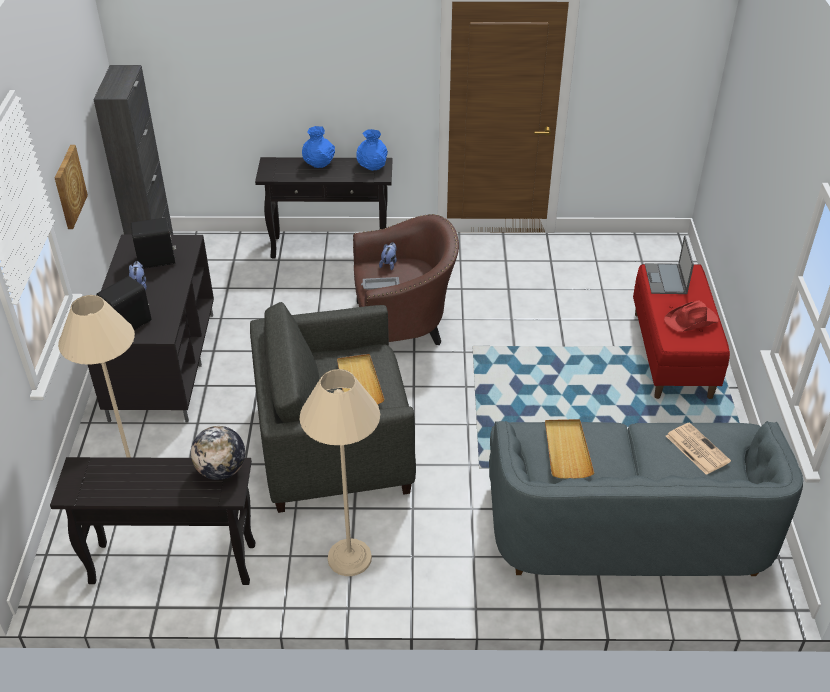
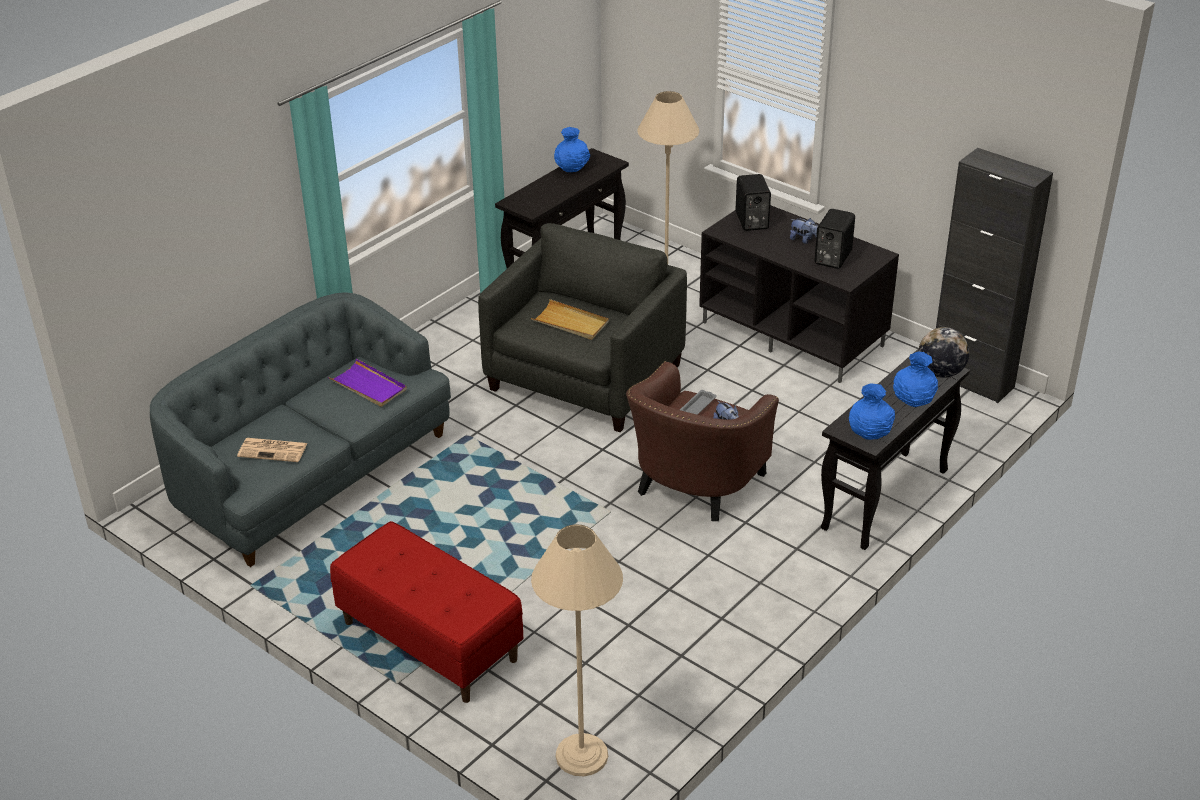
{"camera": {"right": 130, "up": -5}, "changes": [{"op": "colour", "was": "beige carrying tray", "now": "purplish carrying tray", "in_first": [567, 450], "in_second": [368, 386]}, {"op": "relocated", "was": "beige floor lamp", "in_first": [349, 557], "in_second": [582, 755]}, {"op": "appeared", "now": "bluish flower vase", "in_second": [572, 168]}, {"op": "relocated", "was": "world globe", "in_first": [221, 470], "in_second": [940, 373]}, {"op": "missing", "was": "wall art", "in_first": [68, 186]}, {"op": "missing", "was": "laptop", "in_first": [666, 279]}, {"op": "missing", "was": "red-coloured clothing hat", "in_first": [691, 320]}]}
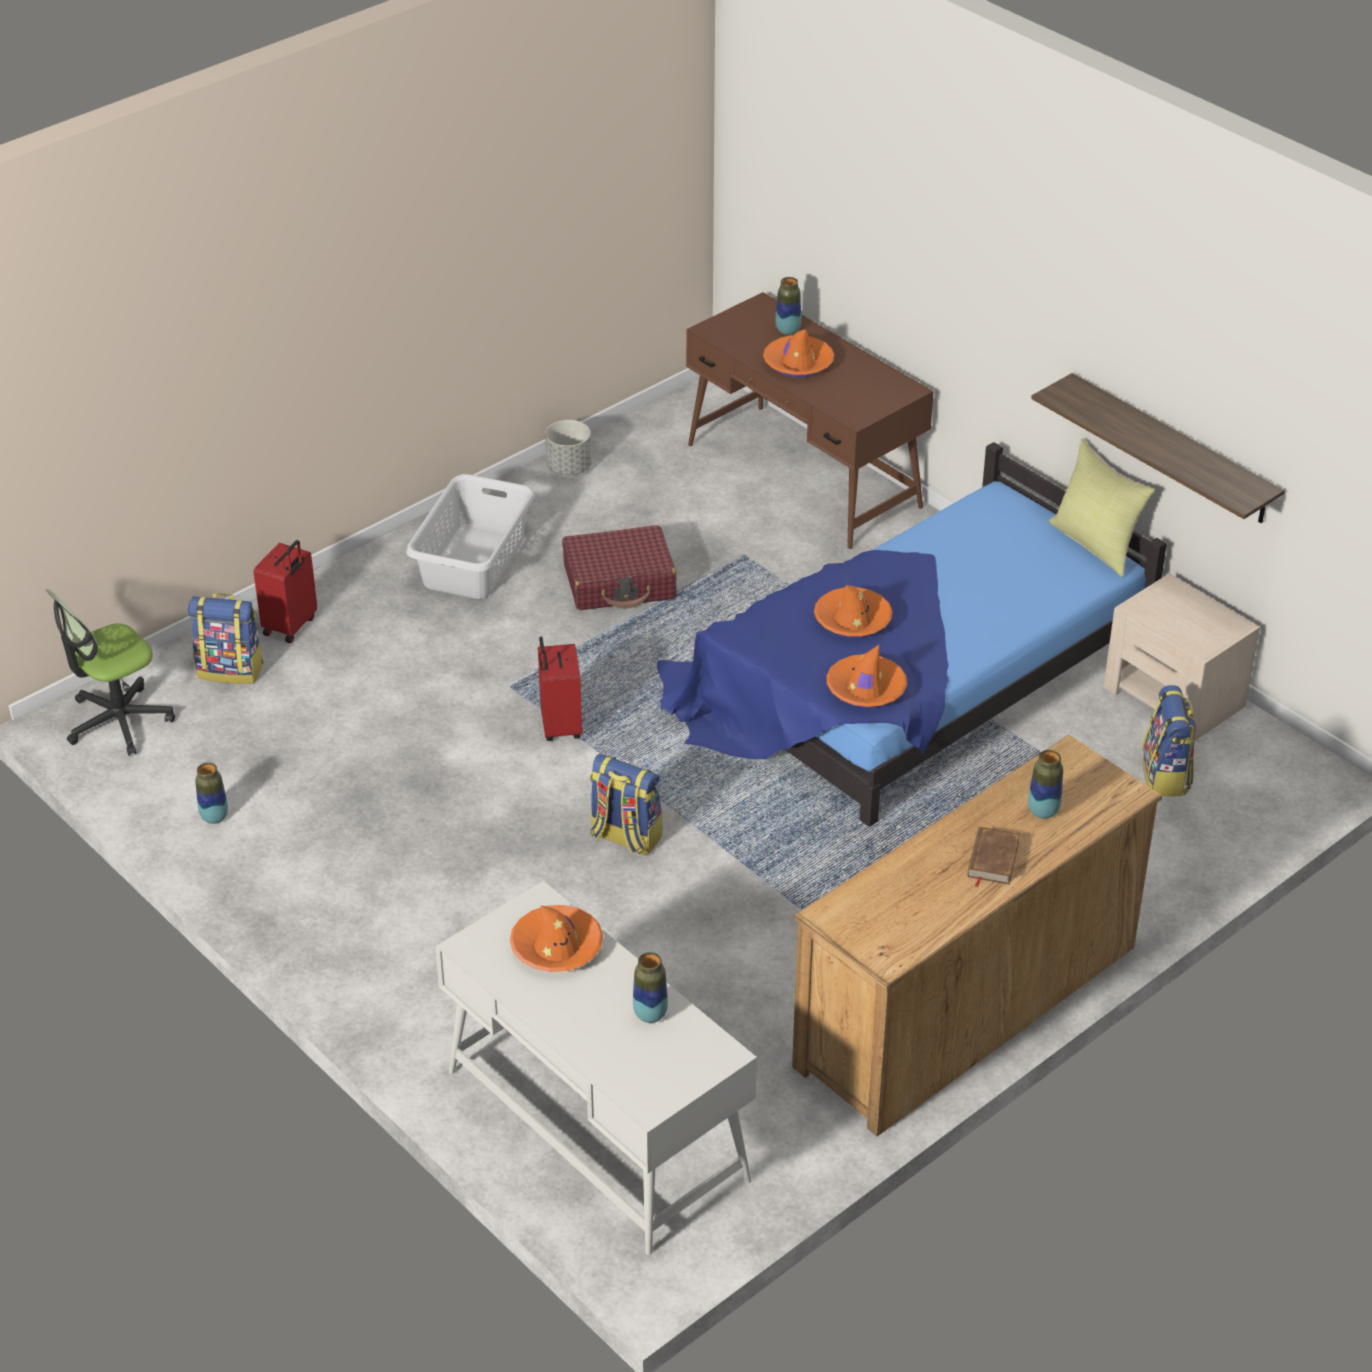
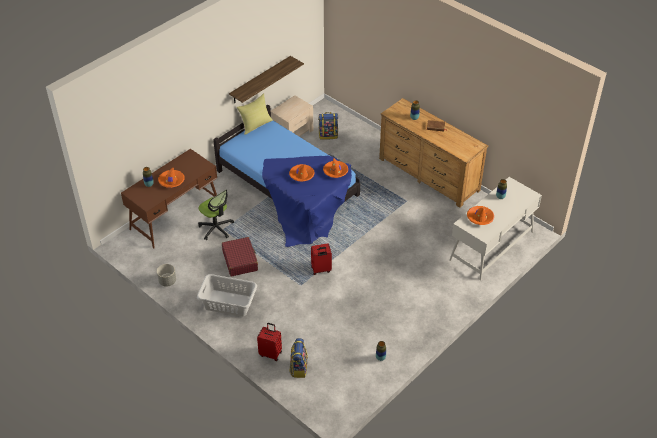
{"camera": {"right": -95, "up": 5}, "changes": [{"op": "relocated", "was": "office chair", "in_first": [118, 721], "in_second": [216, 228]}, {"op": "missing", "was": "rucksack", "in_first": [625, 837]}]}
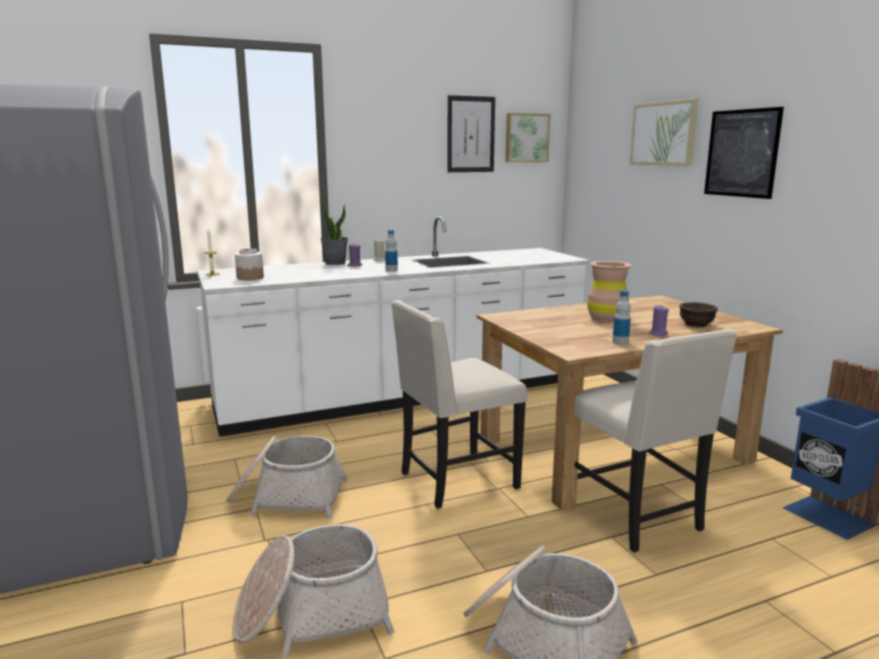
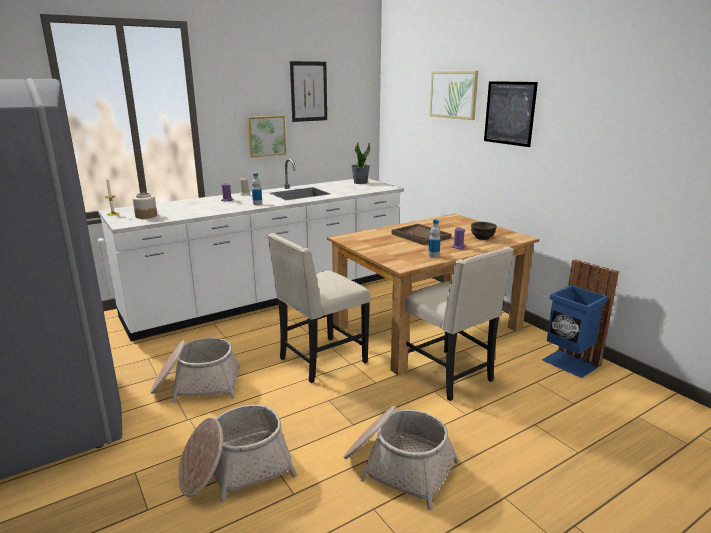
{"camera": {"right": -10, "up": 5}, "changes": [{"op": "relocated", "was": "wall art", "in_first": [526, 138], "in_second": [266, 136]}, {"op": "relocated", "was": "potted plant", "in_first": [335, 263], "in_second": [360, 182]}, {"op": "exchanged", "was": "brown-coloured flower vase", "now": "brown-coloured carrying tray", "in_first": [606, 318], "in_second": [420, 236]}]}
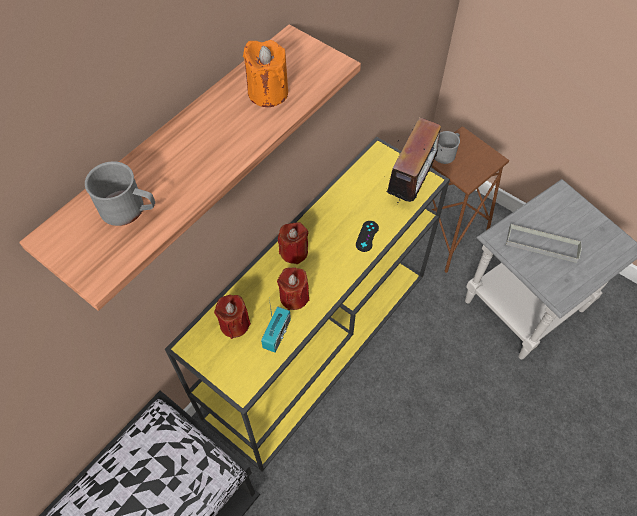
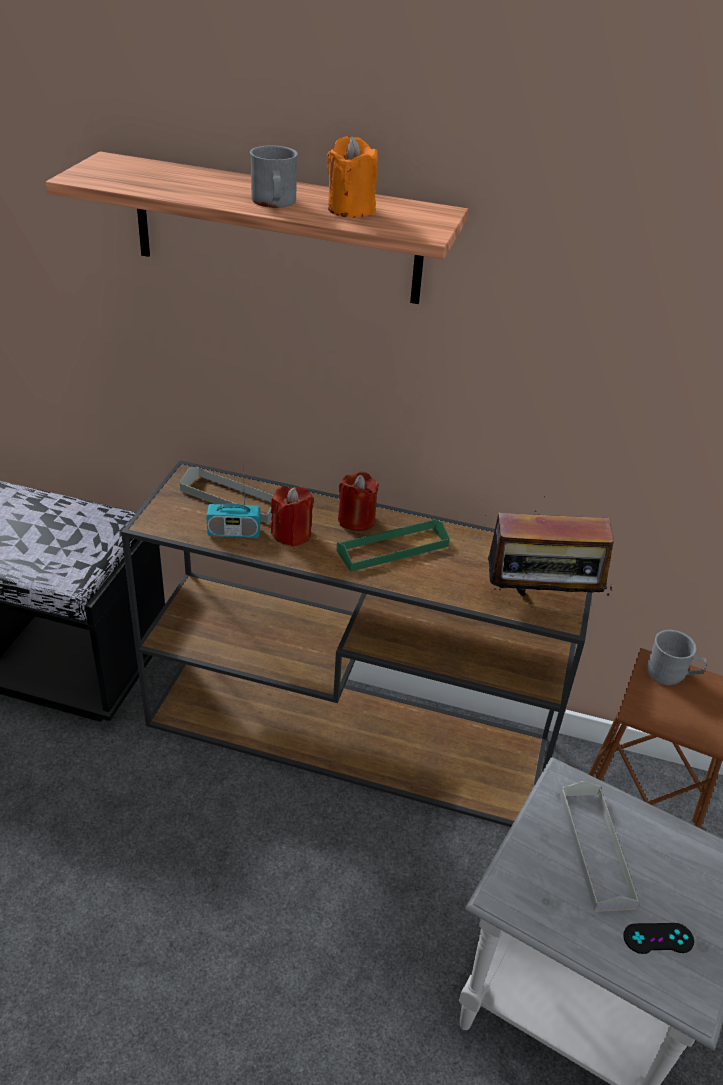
{"camera": {"right": 65, "up": -20}, "changes": [{"op": "colour", "was": "yellow-coloured narrow table", "now": "brown-coloured narrow table", "in_first": [319, 341], "in_second": [351, 732]}, {"op": "exchanged", "was": "red-coloured wax light", "now": "gray carrying tray", "in_first": [234, 324], "in_second": [232, 498]}, {"op": "relocated", "was": "gray tea mug", "in_first": [129, 209], "in_second": [274, 203]}, {"op": "appeared", "now": "greenish carrying tray", "in_second": [392, 548]}, {"op": "relocated", "was": "blackish game controller", "in_first": [367, 236], "in_second": [658, 938]}]}
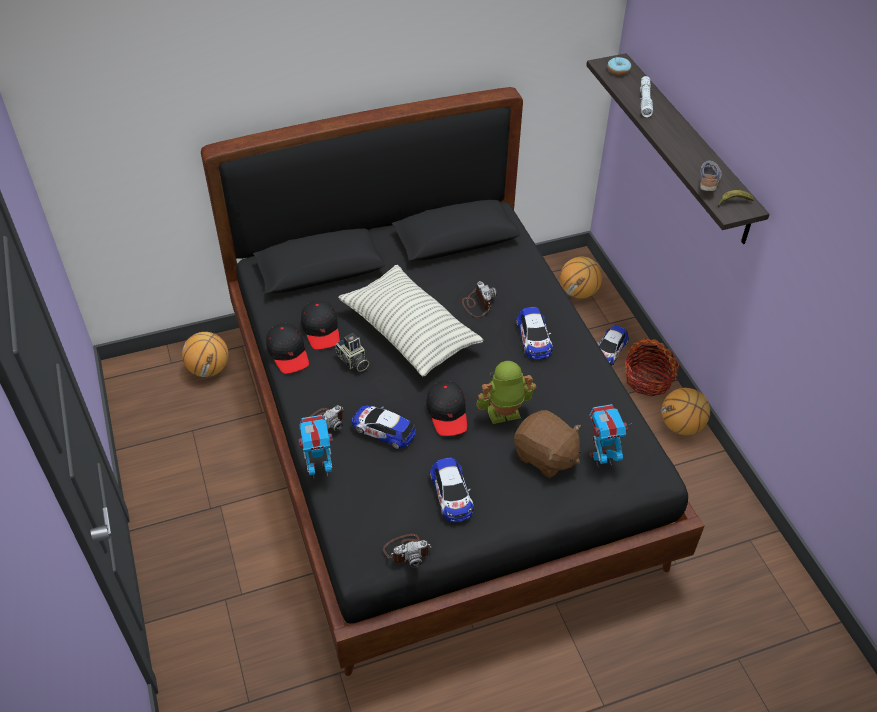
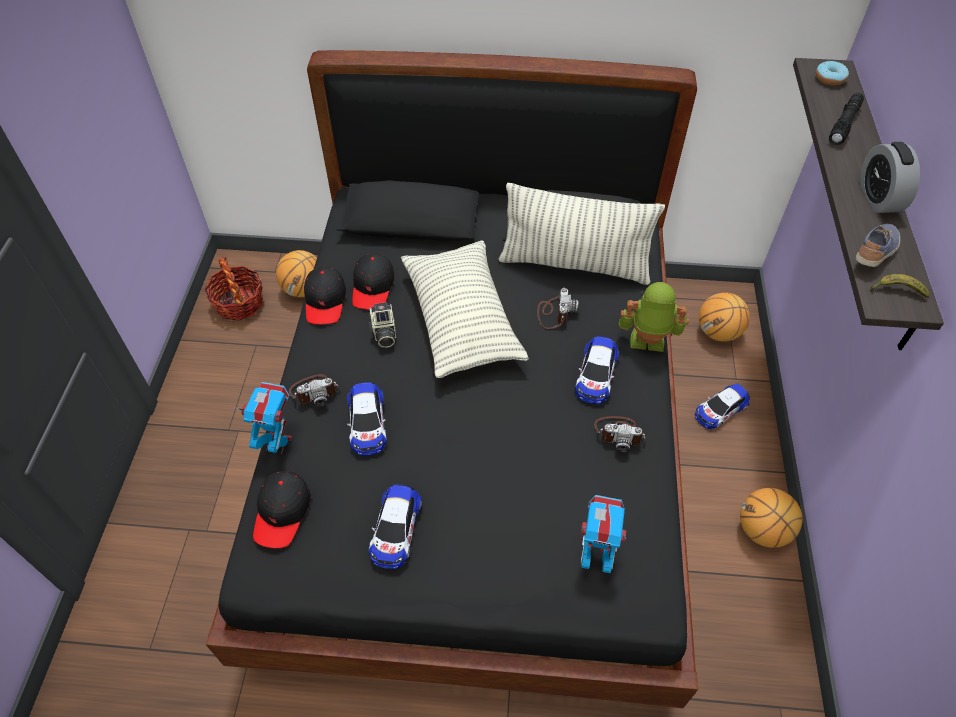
{"camera": {"right": 25, "up": 5}, "changes": [{"op": "relocated", "was": "storage basket", "in_first": [648, 379], "in_second": [239, 303]}, {"op": "relocated", "was": "blackish baseball cap", "in_first": [447, 413], "in_second": [282, 512]}, {"op": "spun", "was": "miniature car", "in_first": [383, 429], "in_second": [367, 423], "clockwise": -150}, {"op": "appeared", "now": "pillow", "in_second": [574, 264]}, {"op": "relocated", "was": "still camera", "in_first": [407, 550], "in_second": [619, 433]}, {"op": "relocated", "was": "robot figure", "in_first": [504, 415], "in_second": [646, 343]}, {"op": "colour", "was": "whitish hand torch", "now": "blackish hand torch", "in_first": [645, 100], "in_second": [844, 124]}, {"op": "appeared", "now": "bedside clock", "in_second": [878, 198]}, {"op": "missing", "was": "brown-coloured plush toy", "in_first": [545, 456]}]}
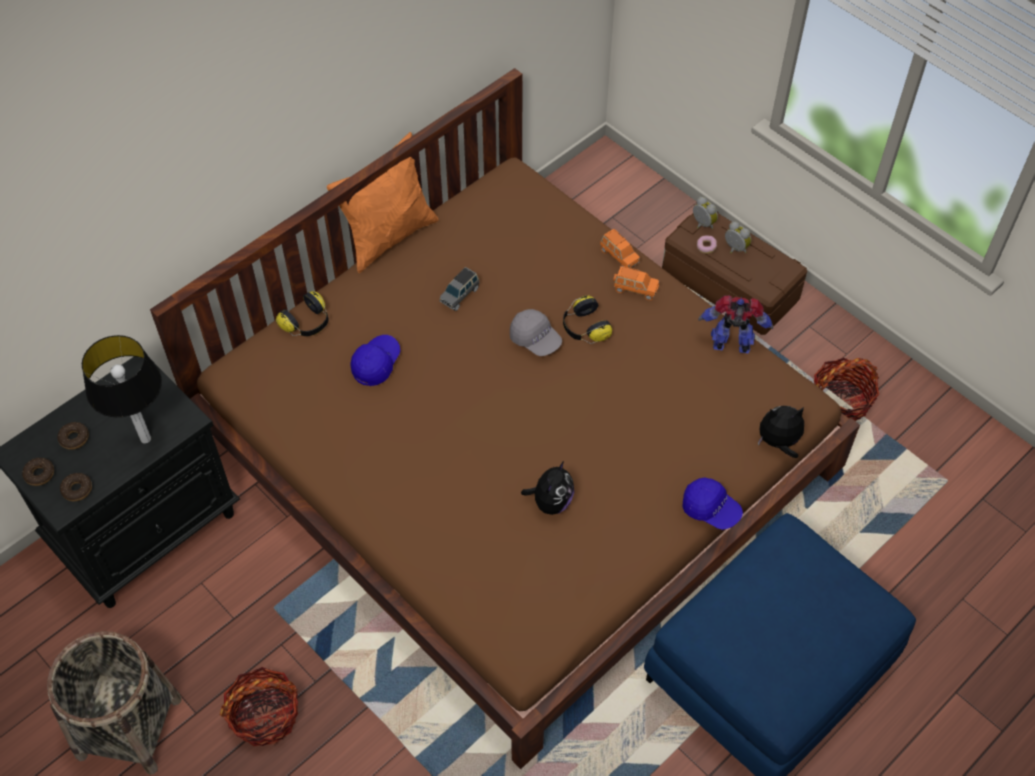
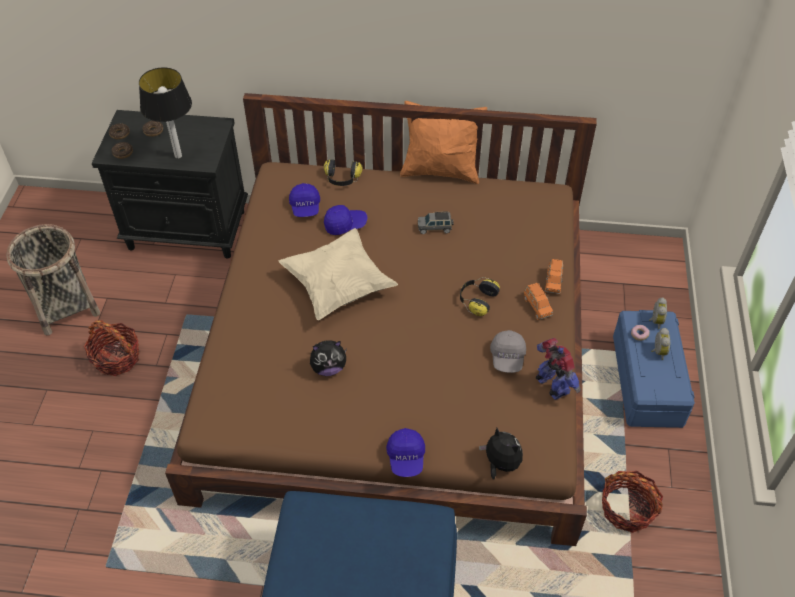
{"camera": {"right": 50, "up": -5}, "changes": [{"op": "appeared", "now": "beige pillow", "in_second": [338, 286]}, {"op": "appeared", "now": "bluish baseball cap", "in_second": [305, 207]}, {"op": "relocated", "was": "gray baseball cap", "in_first": [535, 339], "in_second": [507, 357]}, {"op": "colour", "was": "brown-coloured storage container", "now": "bluish storage container", "in_first": [728, 285], "in_second": [645, 380]}]}
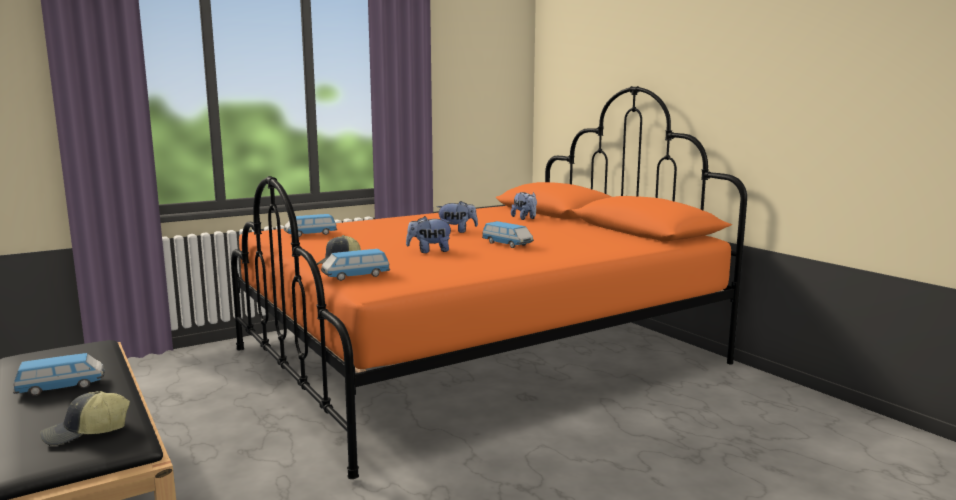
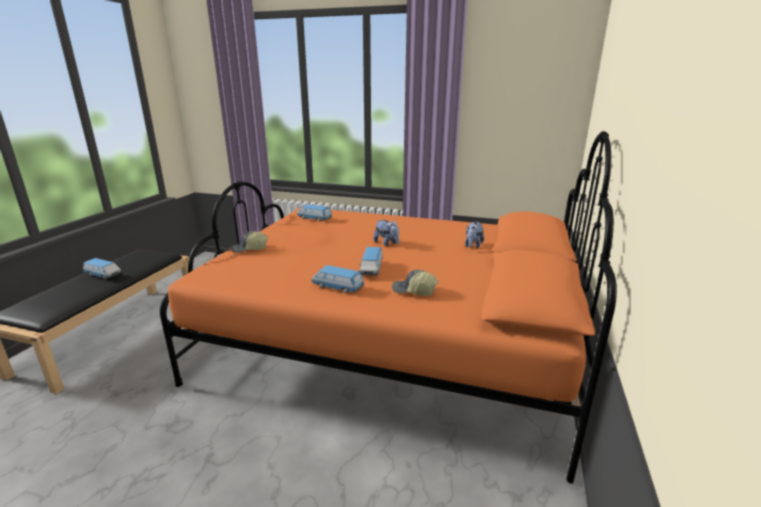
{"camera": {"right": 50, "up": 10}, "changes": [{"op": "relocated", "was": "miniature car", "in_first": [355, 276], "in_second": [337, 287]}, {"op": "relocated", "was": "baseball cap", "in_first": [86, 433], "in_second": [413, 291]}, {"op": "missing", "was": "plush toy", "in_first": [429, 251]}]}
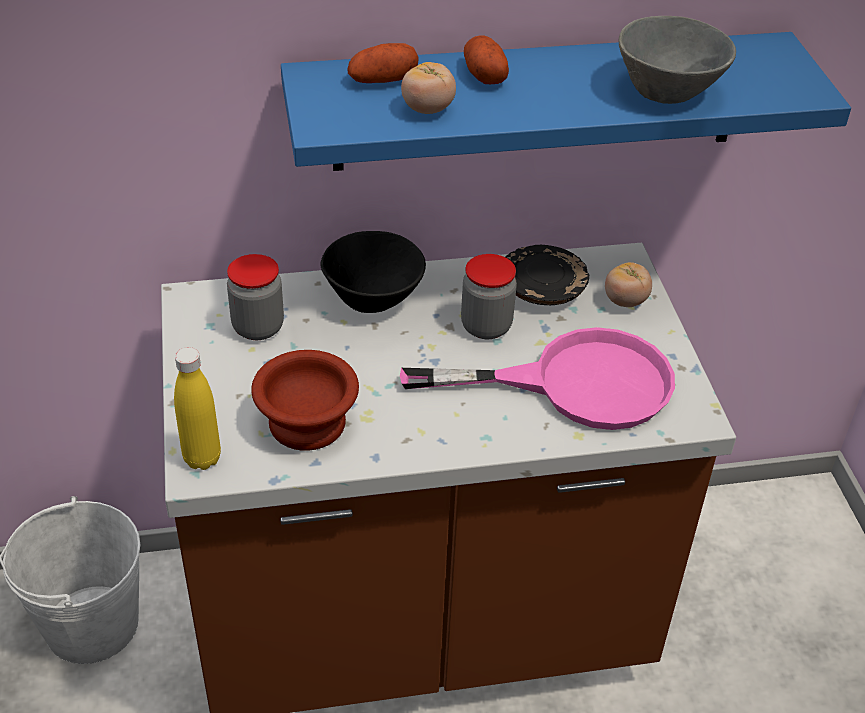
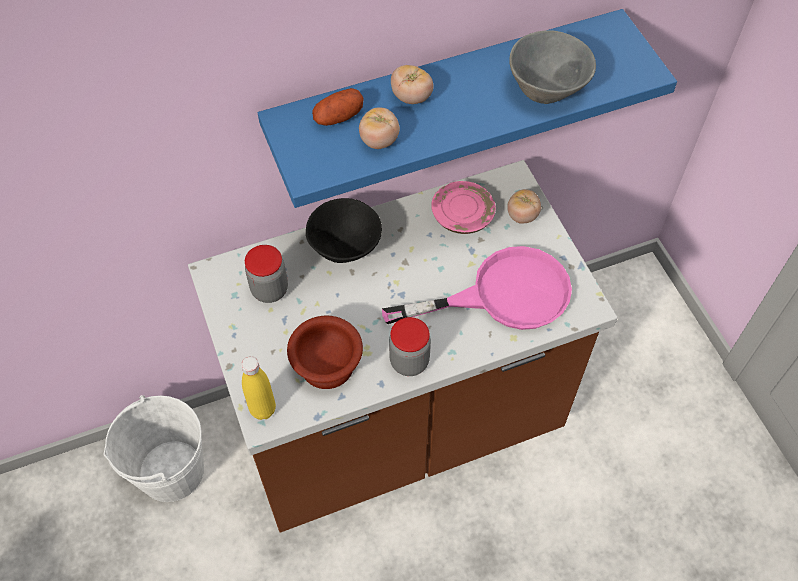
{"camera": {"right": -10, "up": 15}, "changes": [{"op": "relocated", "was": "storage jar", "in_first": [486, 326], "in_second": [409, 361]}, {"op": "exchanged", "was": "whole potato", "now": "tomato", "in_first": [484, 75], "in_second": [411, 97]}, {"op": "colour", "was": "blackish flat dish", "now": "pinkish flat dish", "in_first": [543, 287], "in_second": [462, 215]}]}
